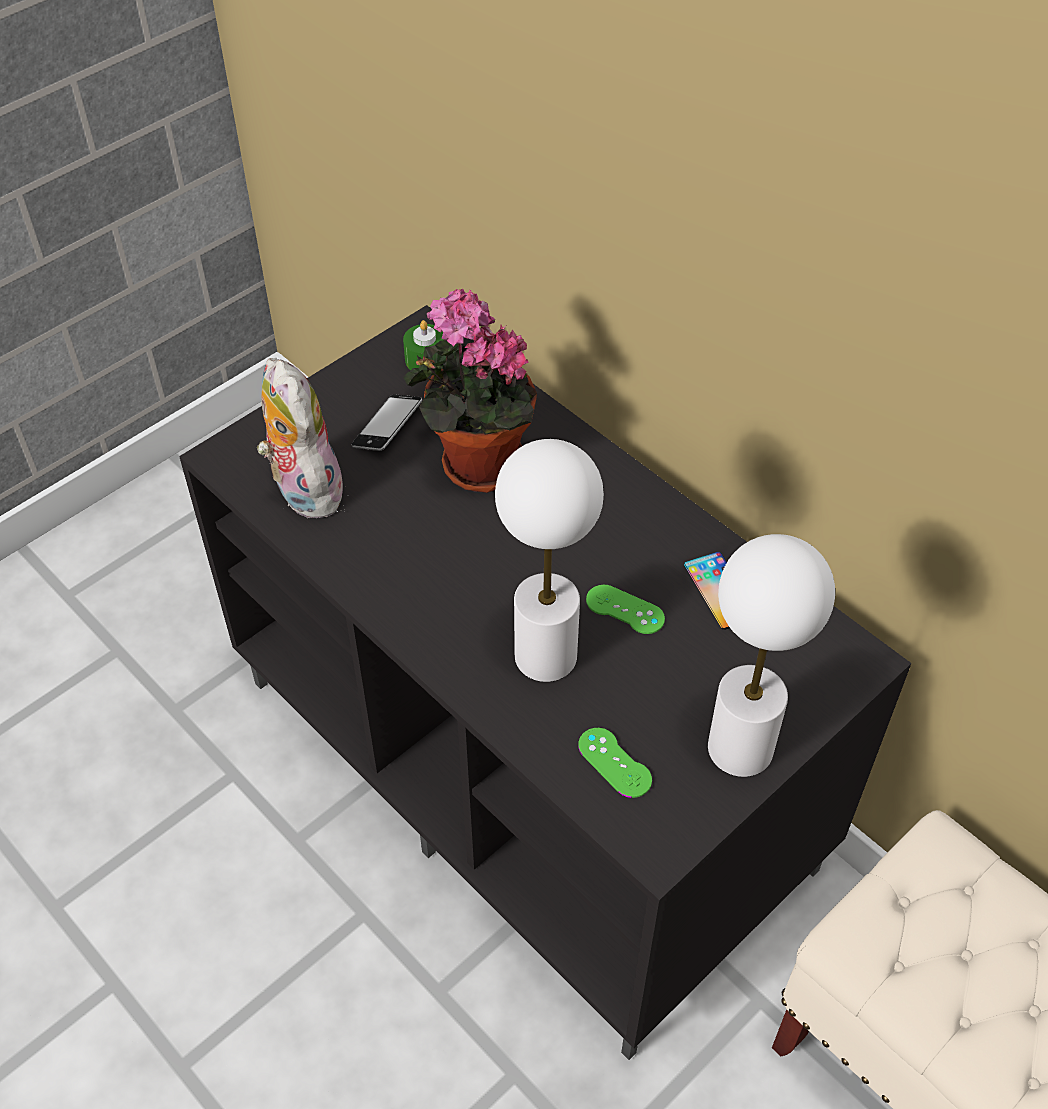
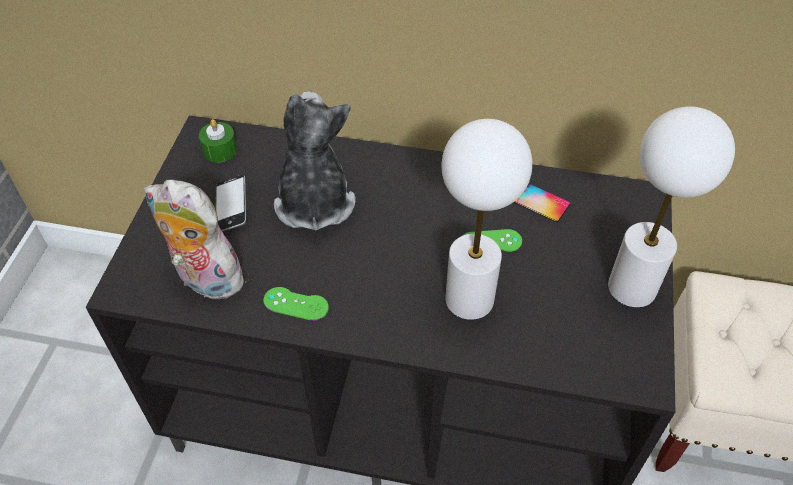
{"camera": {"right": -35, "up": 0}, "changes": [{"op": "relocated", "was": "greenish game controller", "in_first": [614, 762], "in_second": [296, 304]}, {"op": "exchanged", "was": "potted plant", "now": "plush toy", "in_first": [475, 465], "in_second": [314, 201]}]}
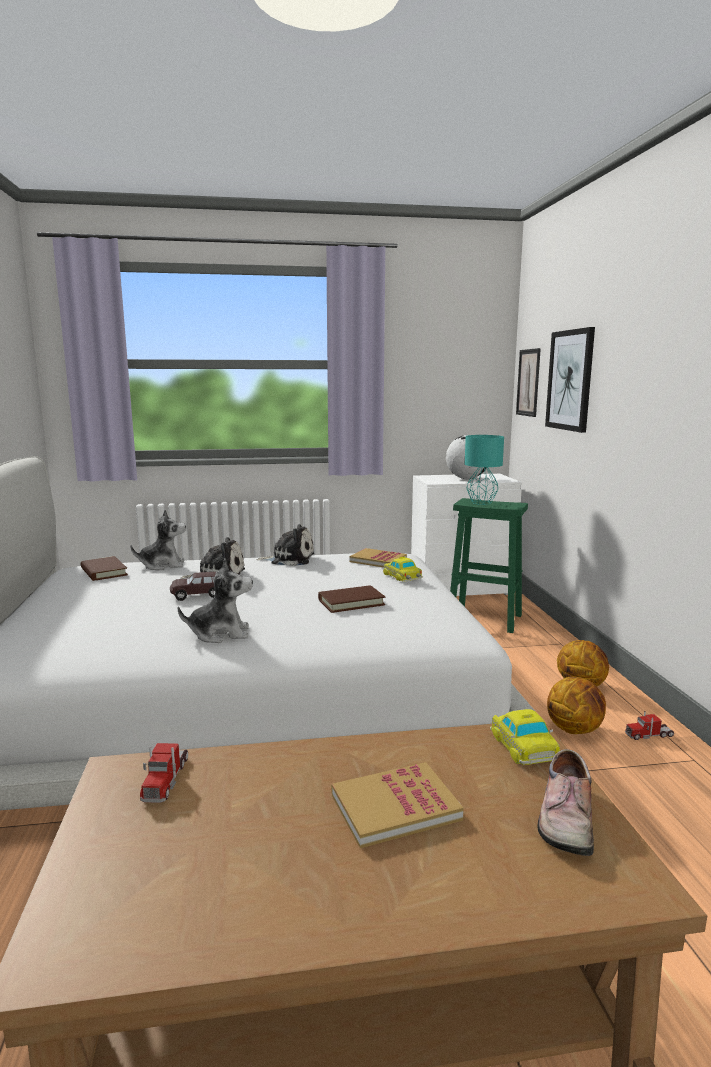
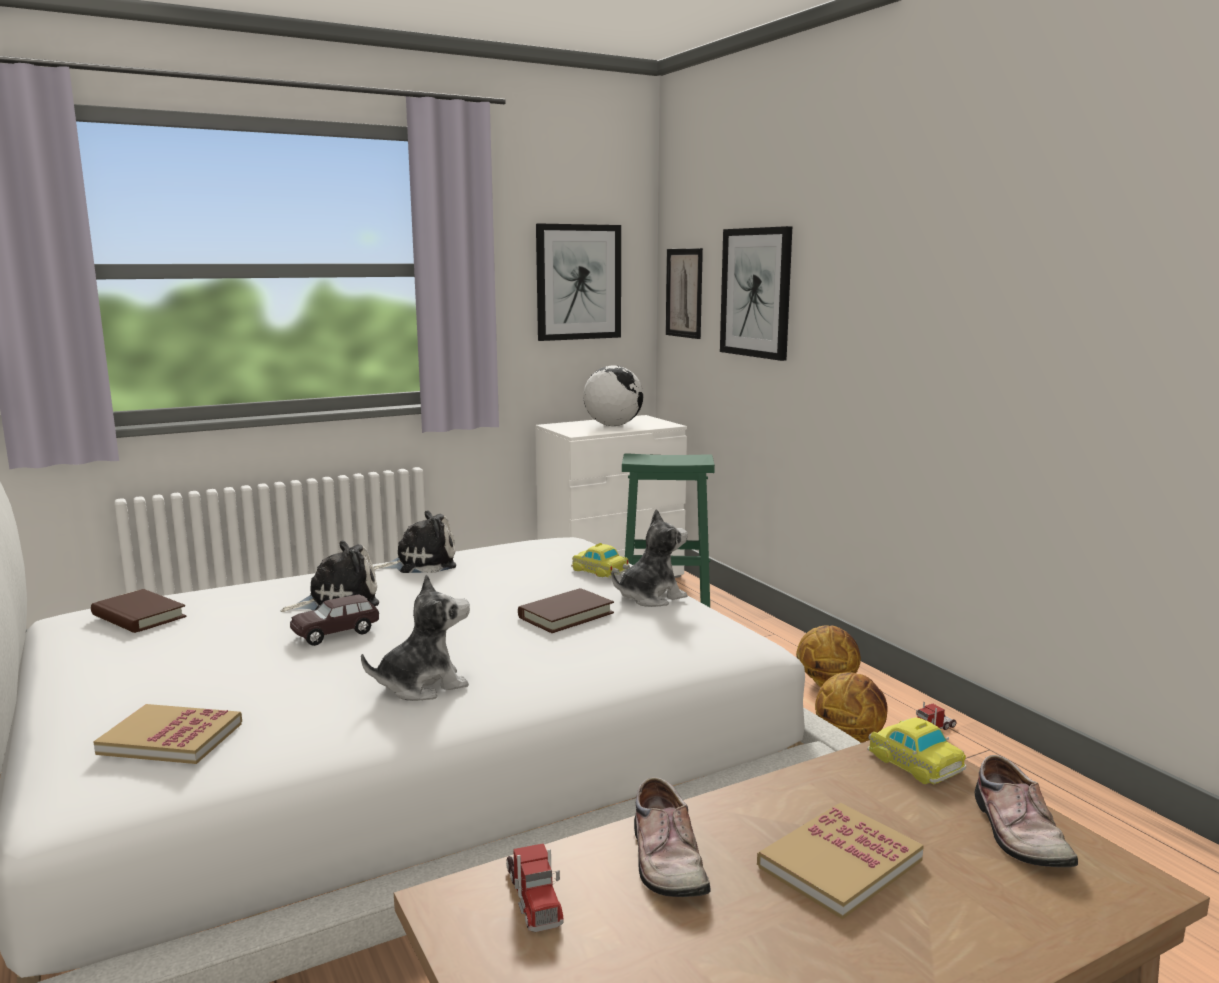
{"camera": {"right": -20, "up": 0}, "changes": [{"op": "relocated", "was": "book", "in_first": [378, 560], "in_second": [171, 738]}, {"op": "appeared", "now": "wall art", "in_second": [578, 282]}, {"op": "relocated", "was": "plush toy", "in_first": [163, 565], "in_second": [650, 597]}, {"op": "appeared", "now": "shoe", "in_second": [663, 859]}, {"op": "missing", "was": "turquoise-coloured lamp for a table", "in_first": [482, 503]}]}
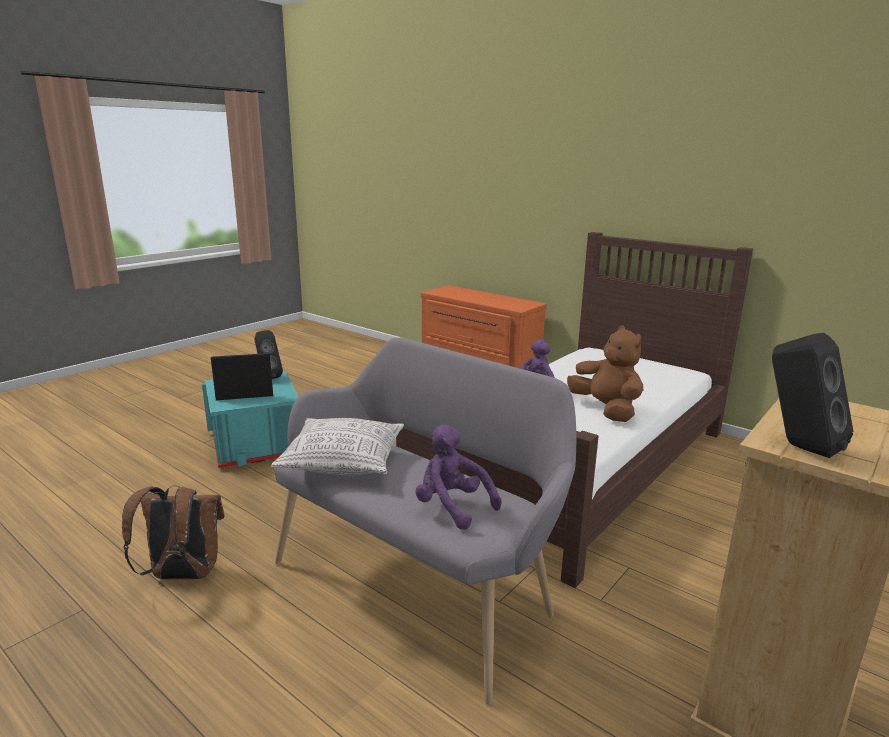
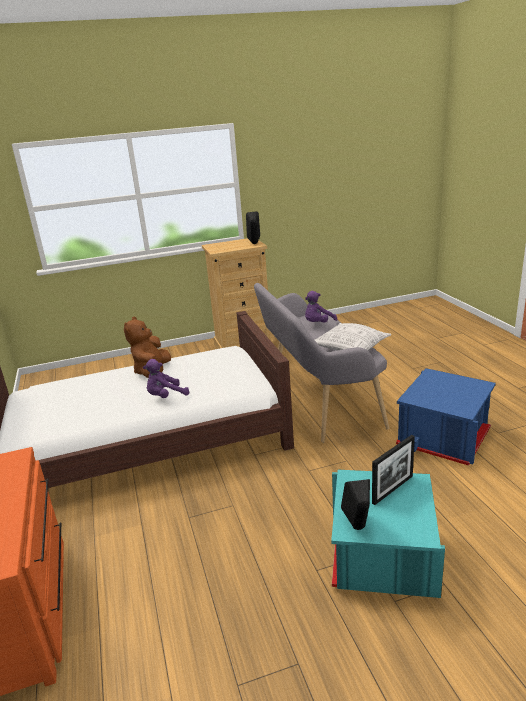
{"camera": {"right": -145, "up": 5}, "changes": [{"op": "spun", "was": "purplish plush toy", "in_first": [452, 507], "in_second": [318, 324], "clockwise": 60}, {"op": "spun", "was": "photo frame", "in_first": [244, 397], "in_second": [392, 489], "clockwise": -60}, {"op": "exchanged", "was": "brown-coloured rucksack", "now": "bluish storage container", "in_first": [182, 575], "in_second": [444, 437]}]}
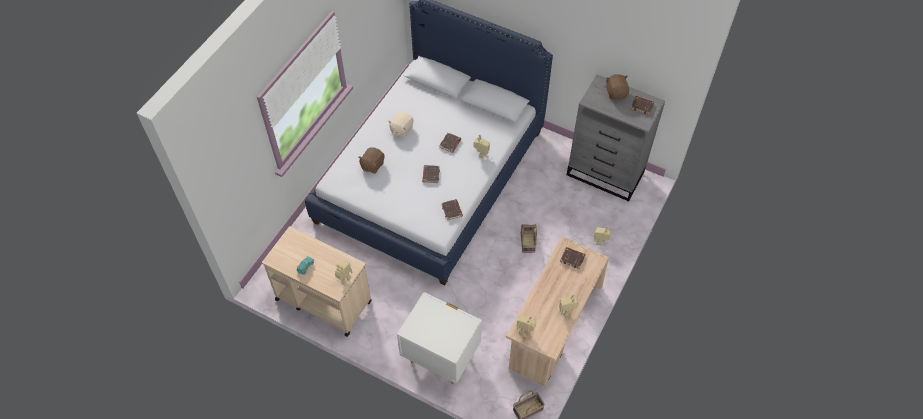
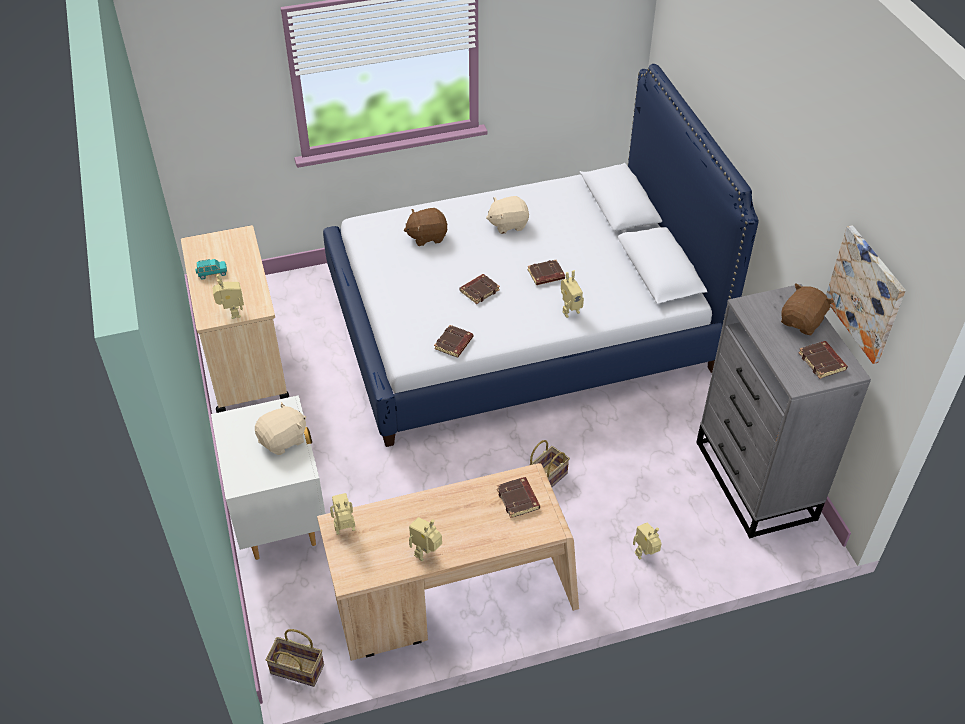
{"camera": {"right": 45, "up": -10}, "changes": [{"op": "appeared", "now": "beige plush toy", "in_second": [283, 440]}, {"op": "appeared", "now": "wall art", "in_second": [866, 294]}]}
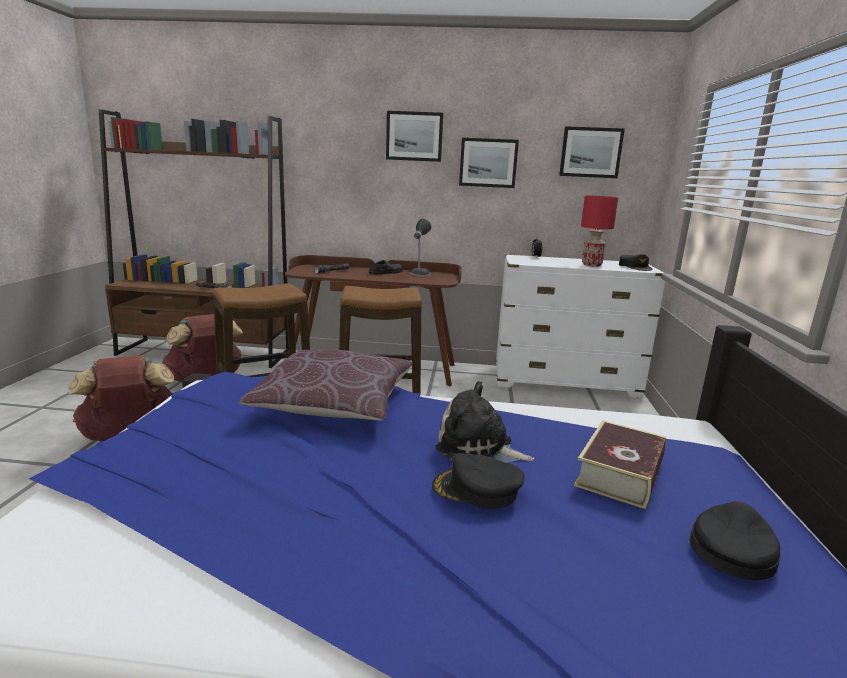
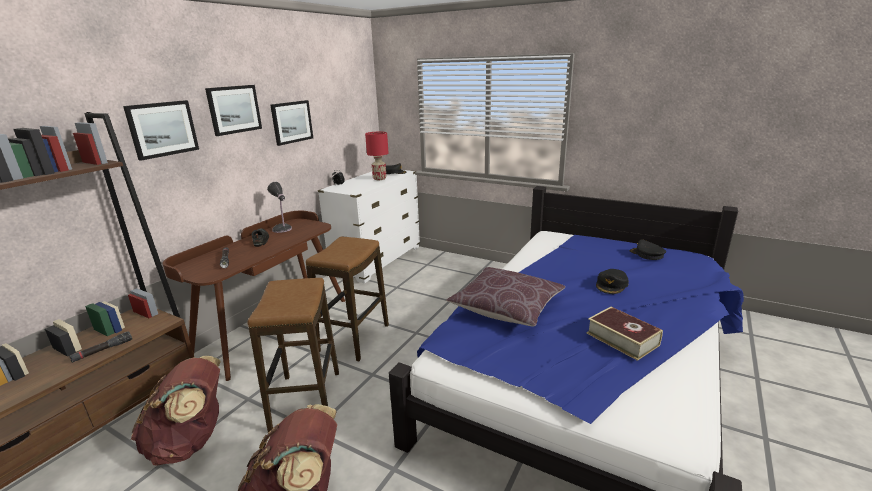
{"camera": {"right": -65, "up": 5}, "changes": [{"op": "relocated", "was": "wall art", "in_first": [590, 152], "in_second": [162, 129]}, {"op": "relocated", "was": "book", "in_first": [620, 474], "in_second": [622, 339]}, {"op": "missing", "was": "plush toy", "in_first": [478, 448]}]}
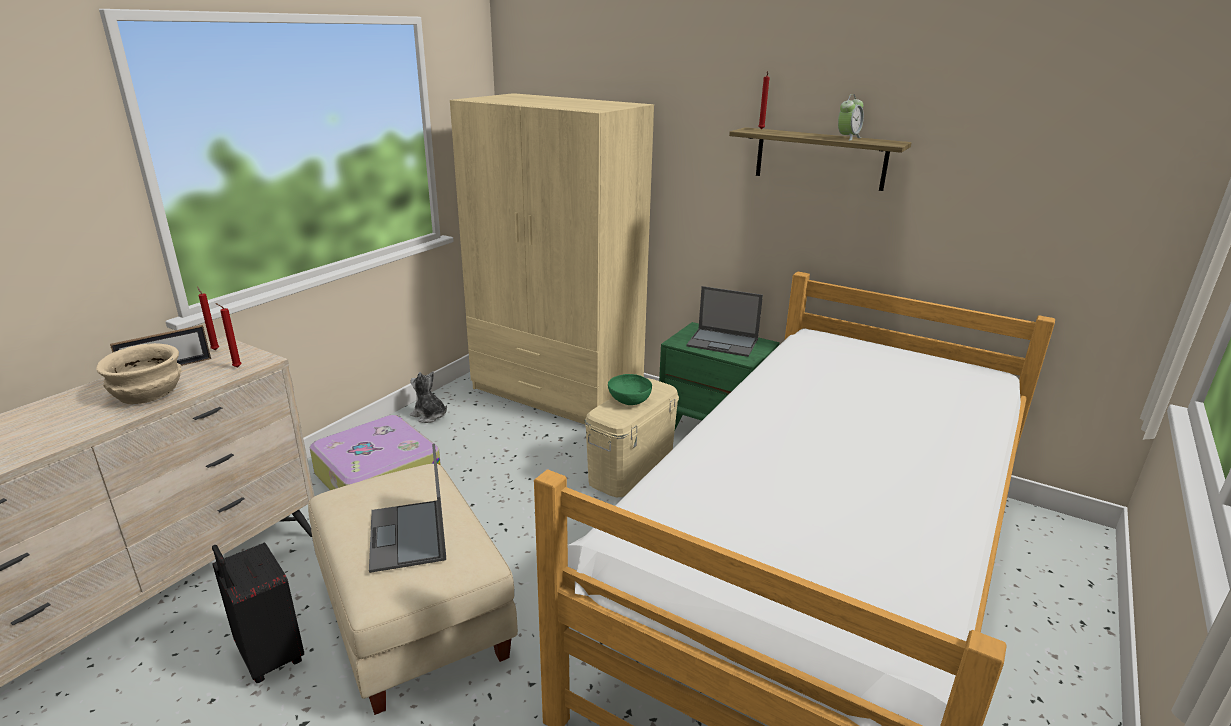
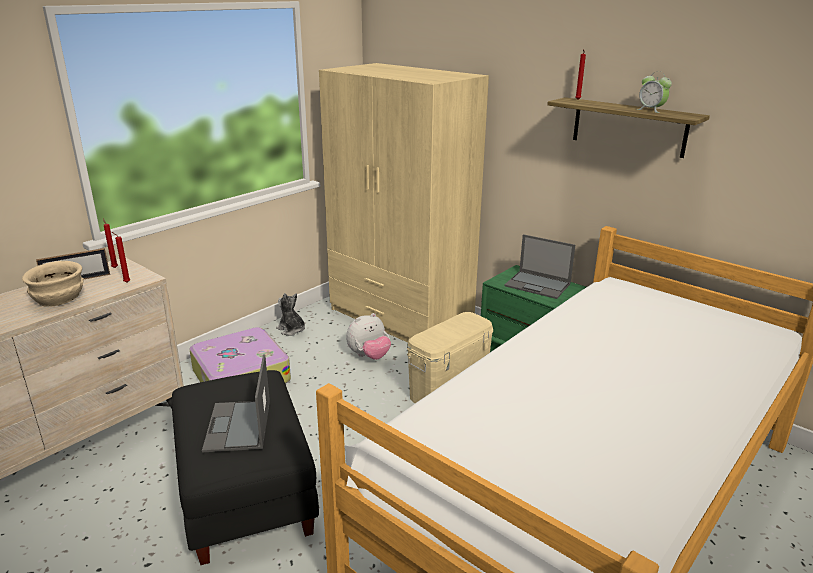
{"camera": {"right": 10, "up": 0}, "changes": [{"op": "colour", "was": "beige footrest", "now": "blackish footrest", "in_first": [416, 617], "in_second": [247, 493]}, {"op": "appeared", "now": "plush toy", "in_second": [369, 356]}, {"op": "spun", "was": "bedside clock", "in_first": [848, 138], "in_second": [651, 110], "clockwise": 90}, {"op": "missing", "was": "blackish suitcase", "in_first": [268, 657]}, {"op": "missing", "was": "greenish deep dish", "in_first": [629, 400]}]}
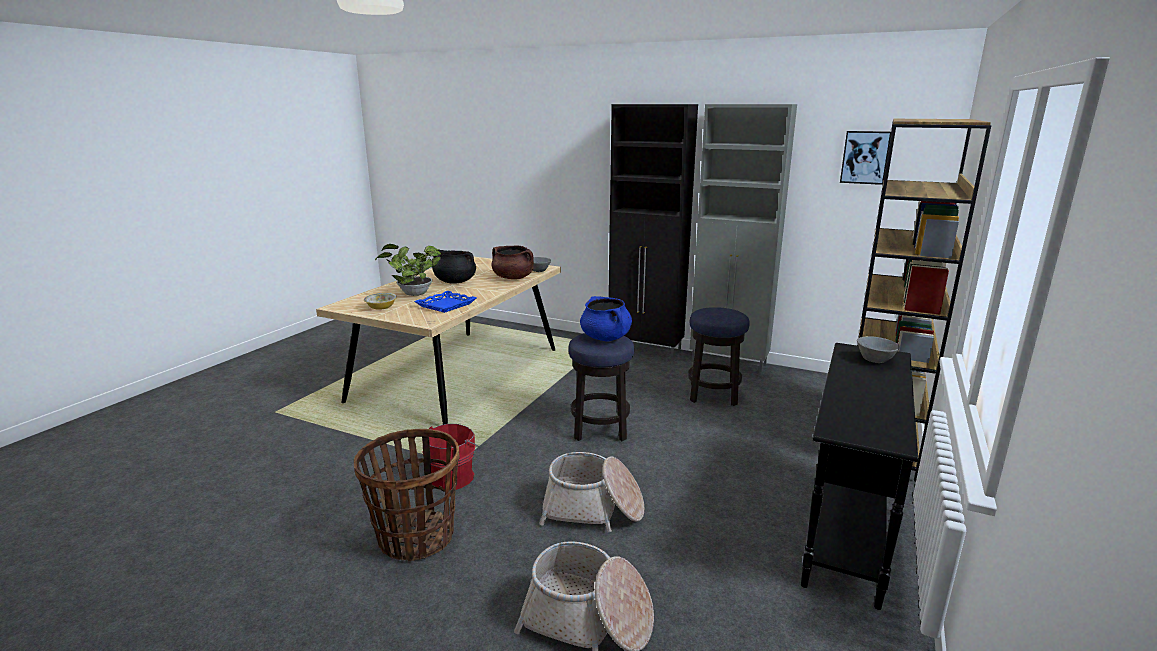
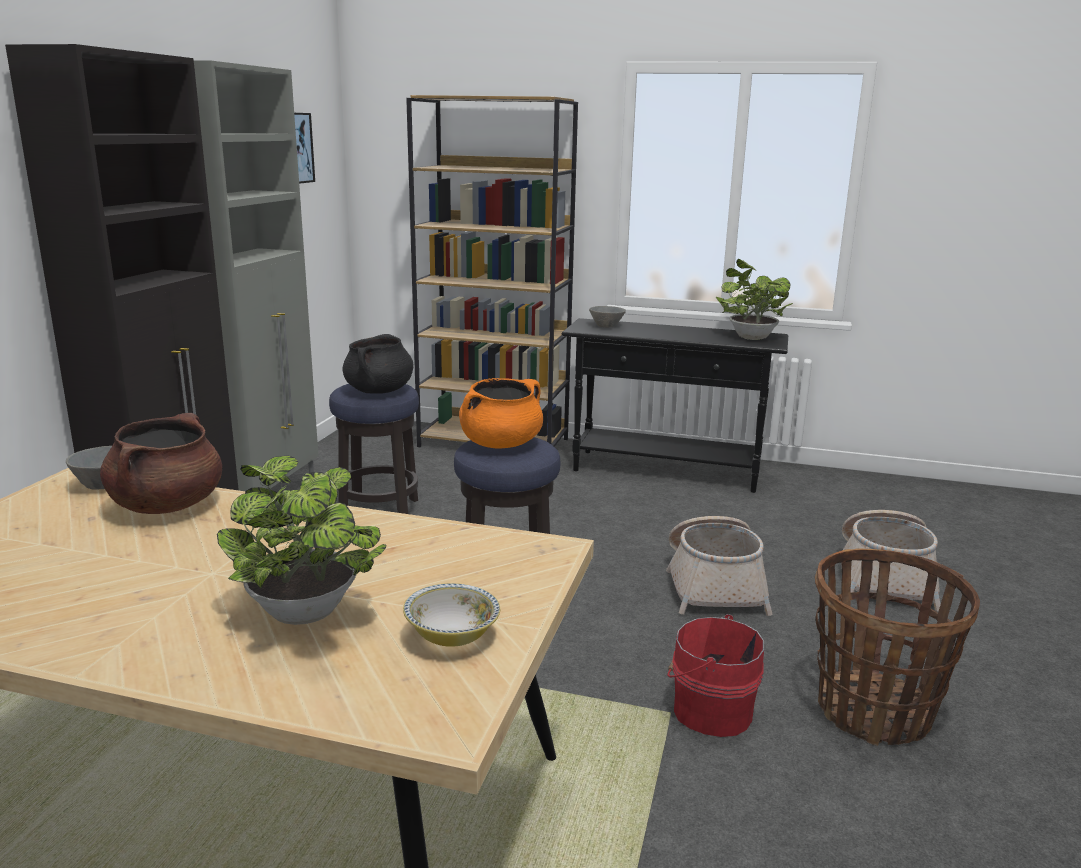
{"camera": {"right": -100, "up": 0}, "changes": [{"op": "relocated", "was": "blackish stockpot", "in_first": [455, 282], "in_second": [379, 391]}, {"op": "colour", "was": "bluish stockpot", "now": "orangey stockpot", "in_first": [606, 338], "in_second": [501, 444]}, {"op": "appeared", "now": "potted plant", "in_second": [749, 337]}, {"op": "missing", "was": "bluish carrying tray", "in_first": [446, 305]}]}
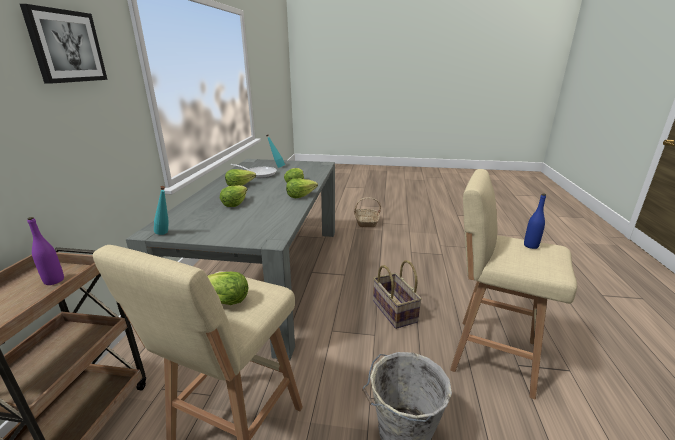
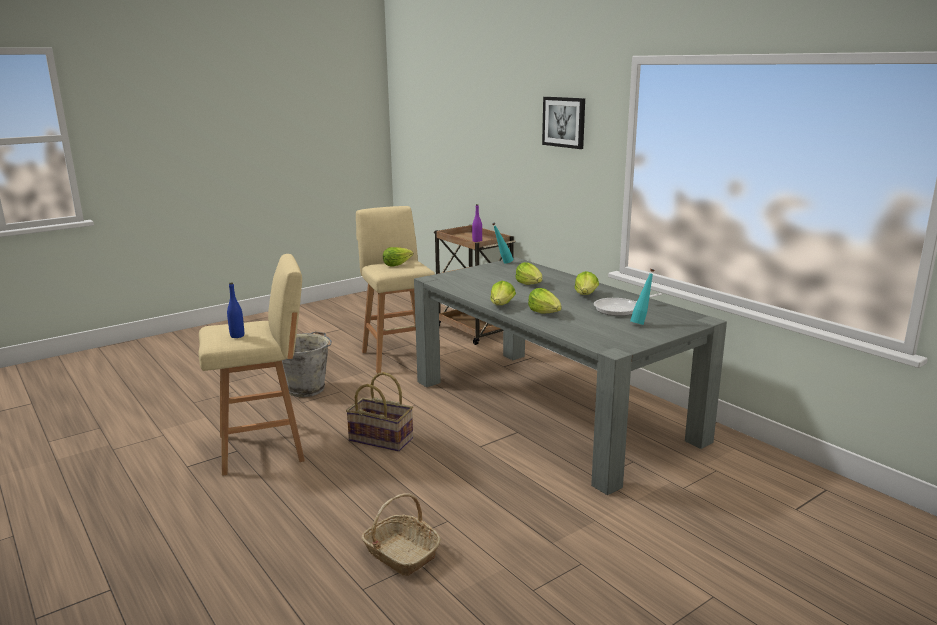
{"camera": {"right": 135, "up": -5}, "changes": [{"op": "relocated", "was": "storage basket", "in_first": [366, 222], "in_second": [400, 554]}]}
